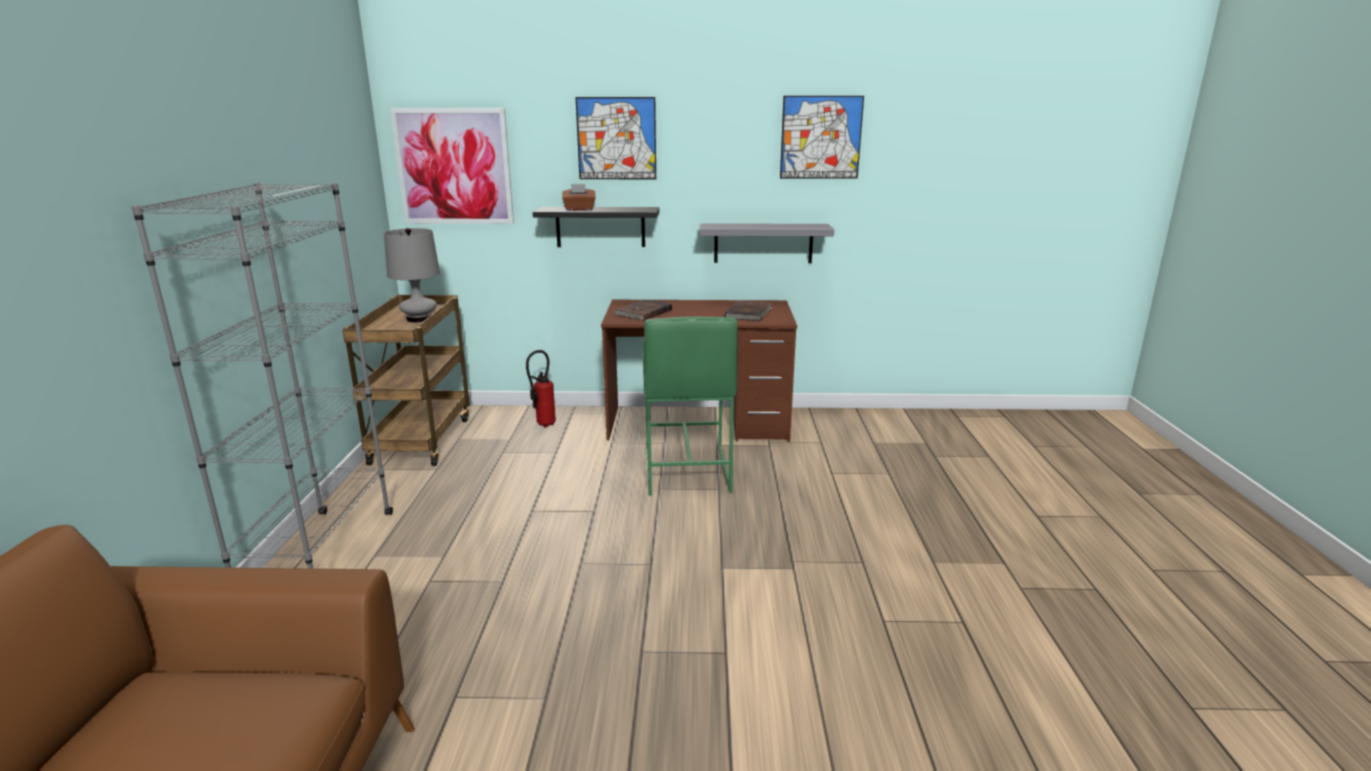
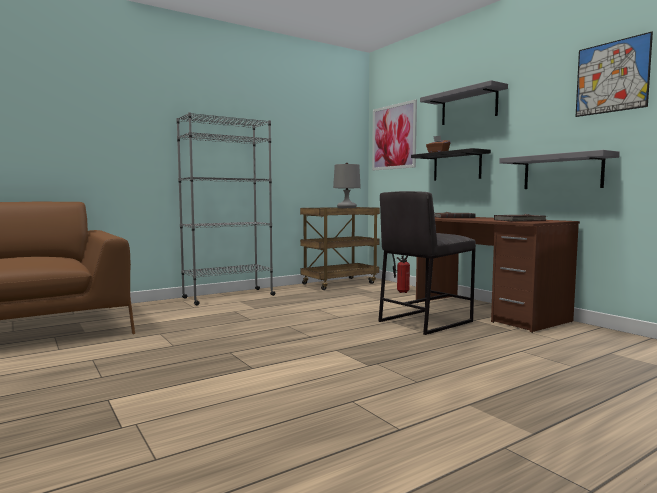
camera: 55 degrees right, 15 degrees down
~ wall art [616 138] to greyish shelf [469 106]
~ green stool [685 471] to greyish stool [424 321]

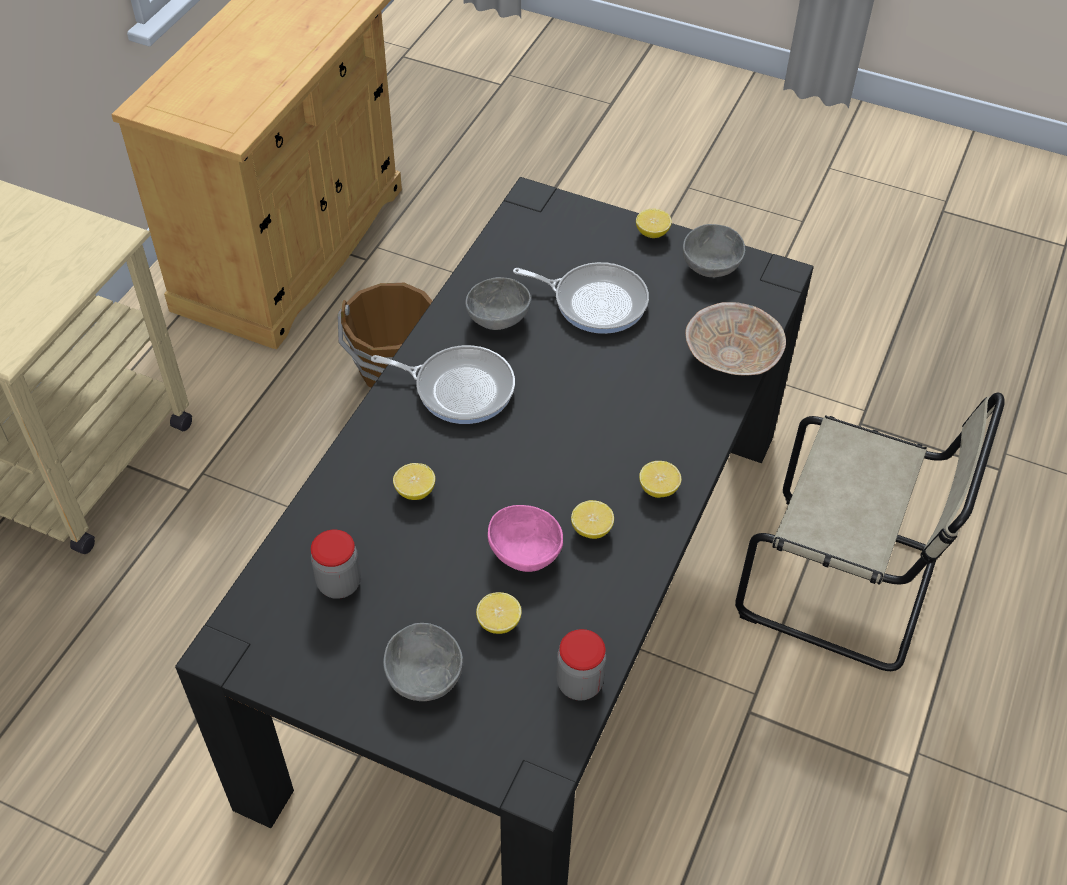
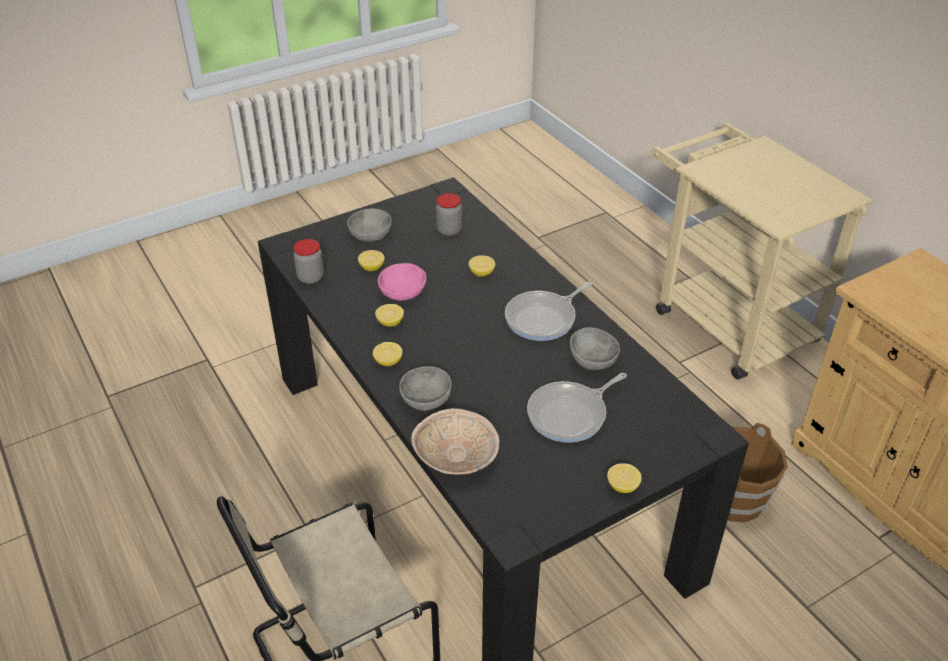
camera: 125 degrees right, 10 degrees down
~ greyish deep dish [712 266] to [425 400]

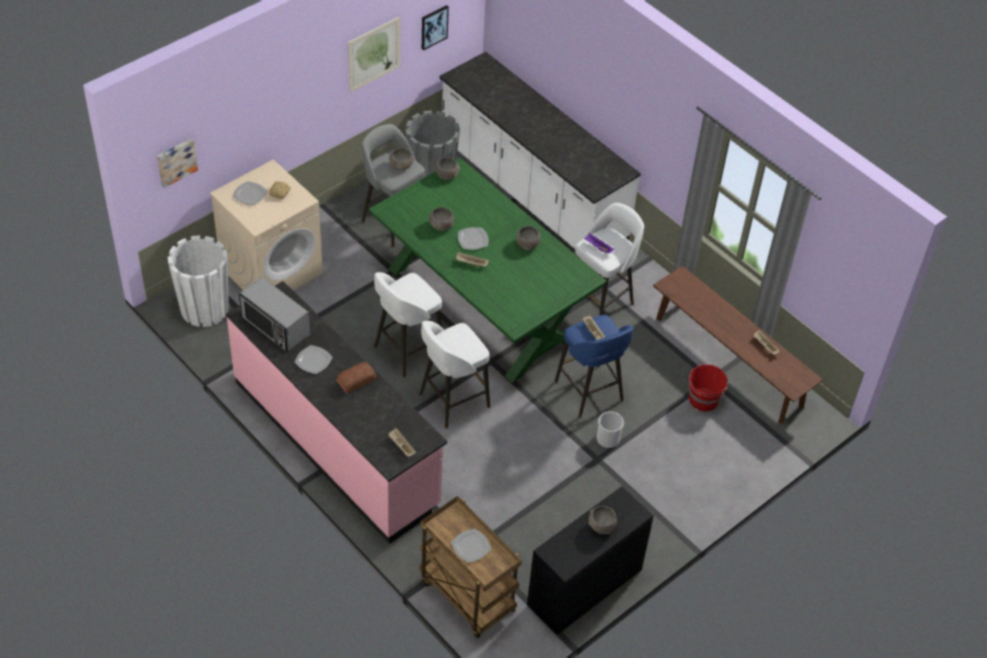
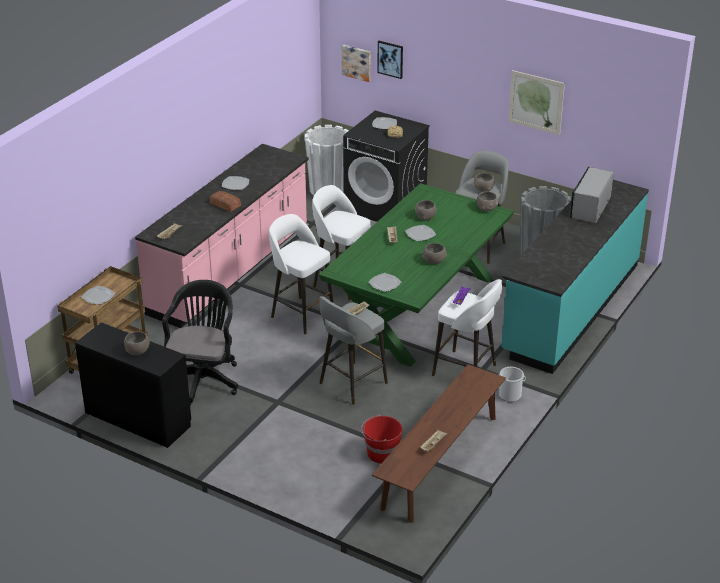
camera: 75 degrees right, 15 degrees down
+ black desk chair [203 378]
+ dinner plate [385 283]
~ microwave oven [275 326] to [590 207]
~ wall art [433 27] to [390 59]
~ pail [608 438] to [510 395]
~ beige-coloured laundry appliance [271 270] to black laundry appliance [385 206]
~ white-coloured kitchen counter [531 193] to turquoise-coloured kitchen counter [570 308]
~ blue-coloured stool [590 392] to greyish stool [351 384]

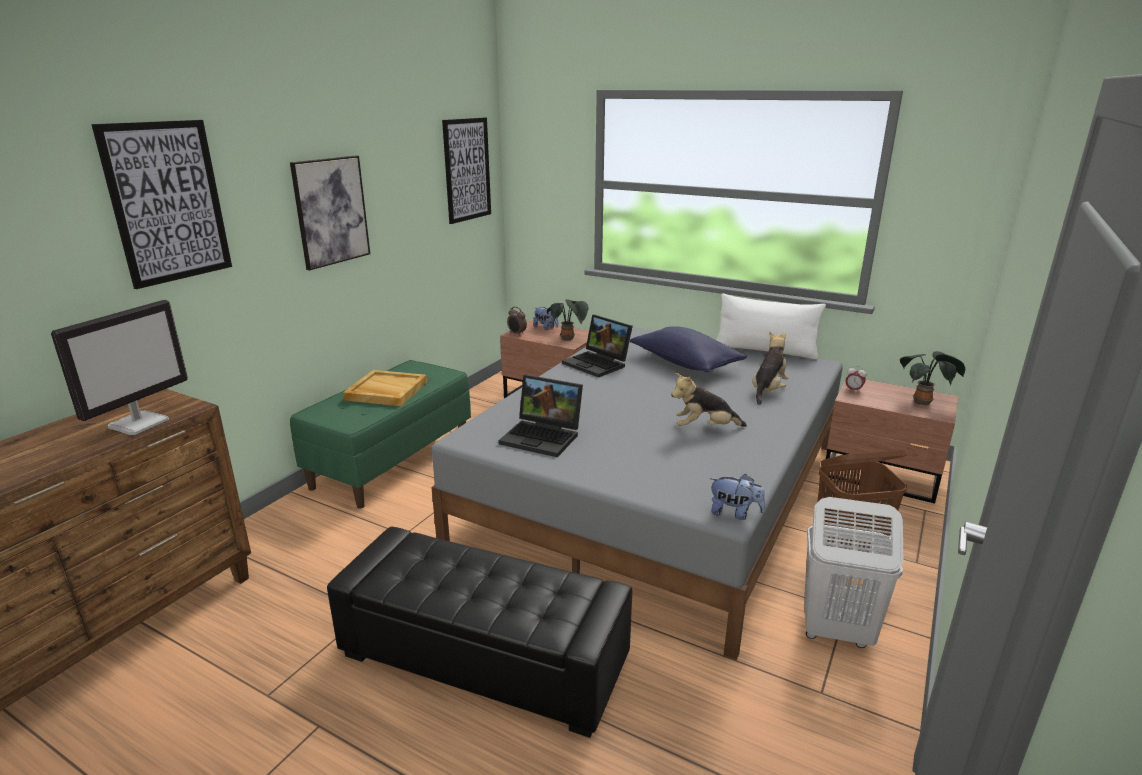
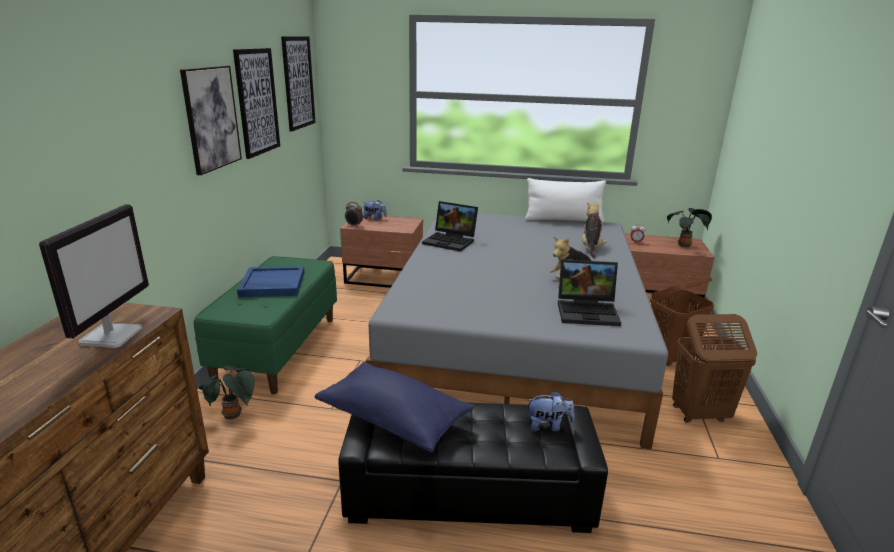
camera: 20 degrees left, 0 degrees up
~ wall art [167 202] to [257 102]
~ notebook computer [544 437] to [588 311]
~ potted plant [568 339] to [233 416]
~ blue-coloured cushion [685 363] to [394 419]
~ soft toy [734 513] to [548 426]
~ beige-coloured serving tray [386 391] to blue-coloured serving tray [272 284]
~ white-coloured washing basket [835 631] to brownish washing basket [699 414]

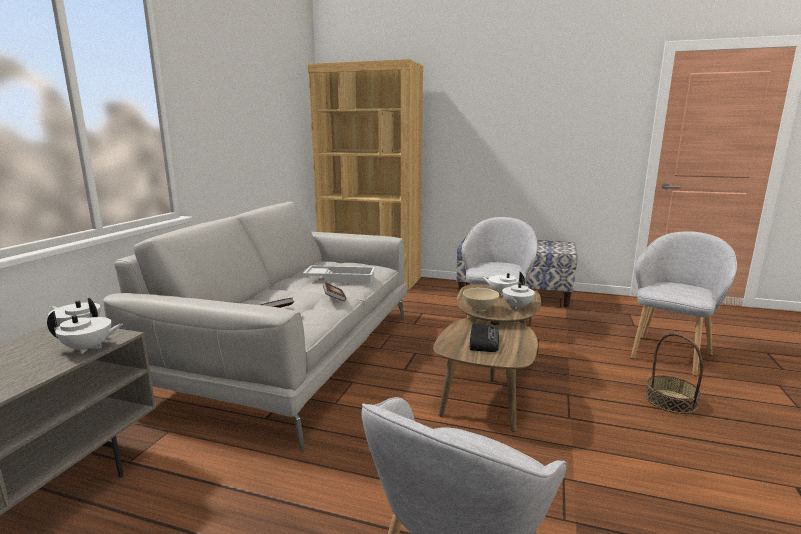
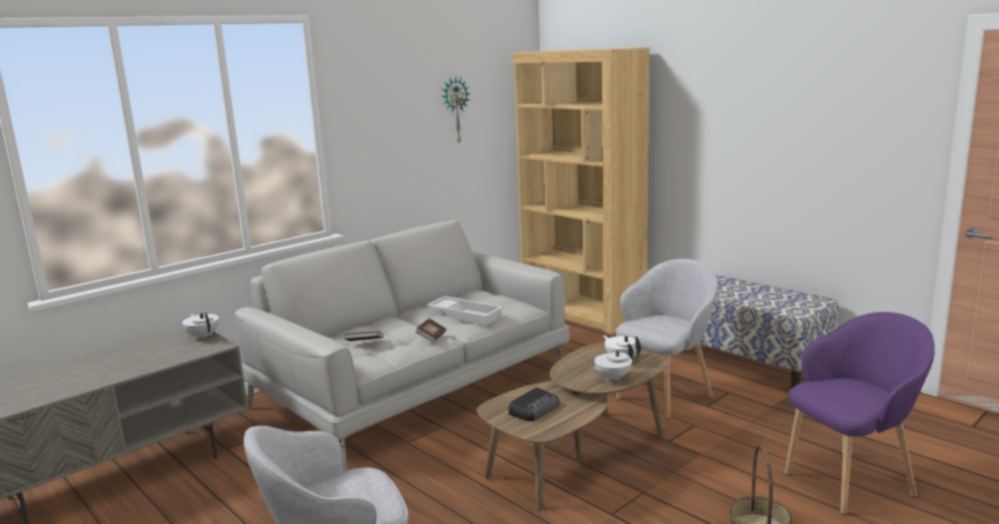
camera: 30 degrees right, 0 degrees up
- white-coloured pot for tea [89 348]
- beige-coloured deep dish [480 309]
+ clock on the wall [455 110]
~ greyish easy chair [670 354] to purplish easy chair [850 481]

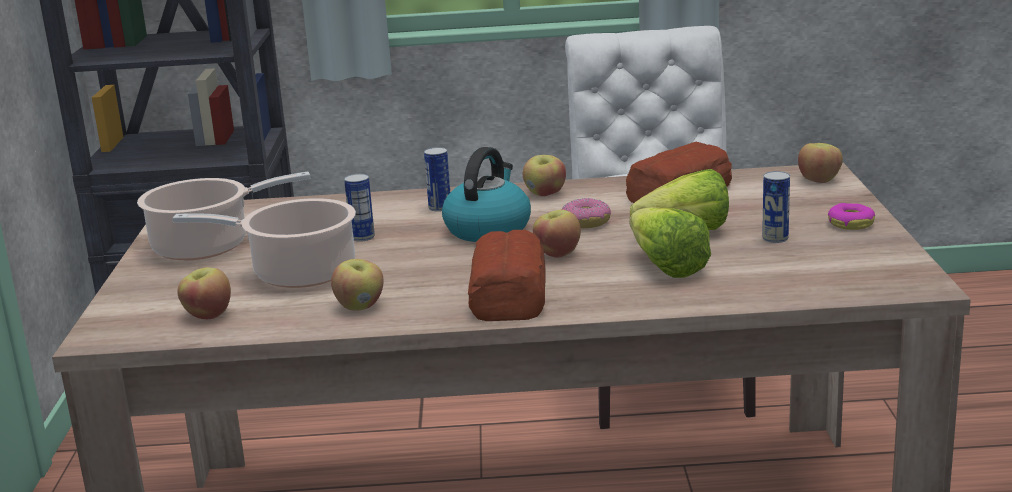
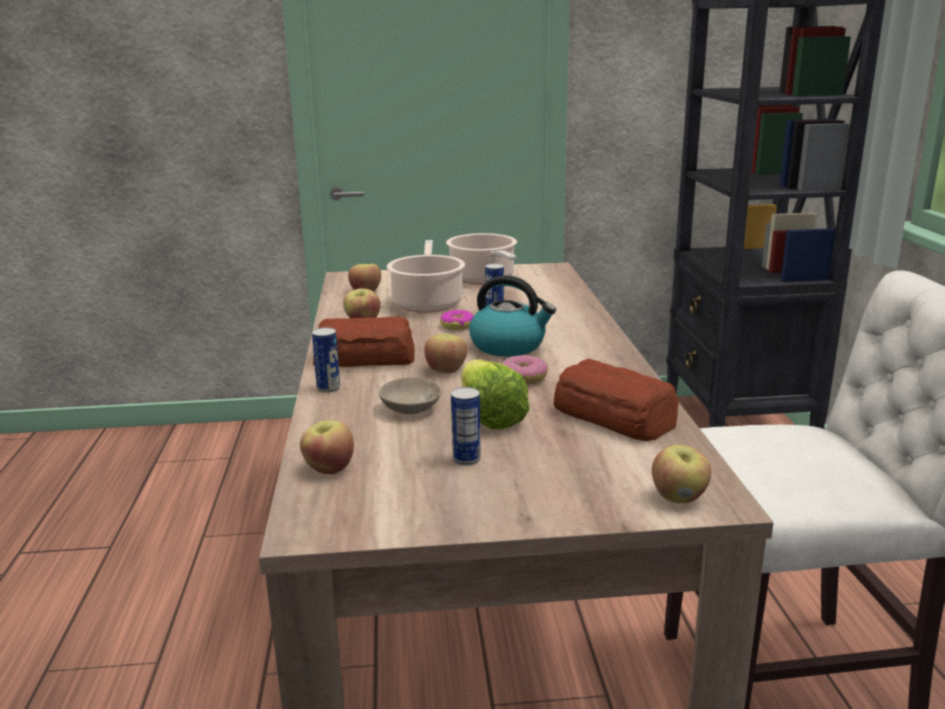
camera: 85 degrees right, 0 degrees up
~ sealed can [440 208] to [328 388]
~ apple [545 194] to [329 468]
~ doughnut [851 223] to [457 325]
~ lettuce head [663 264] to beige-coloured deep dish [409 408]

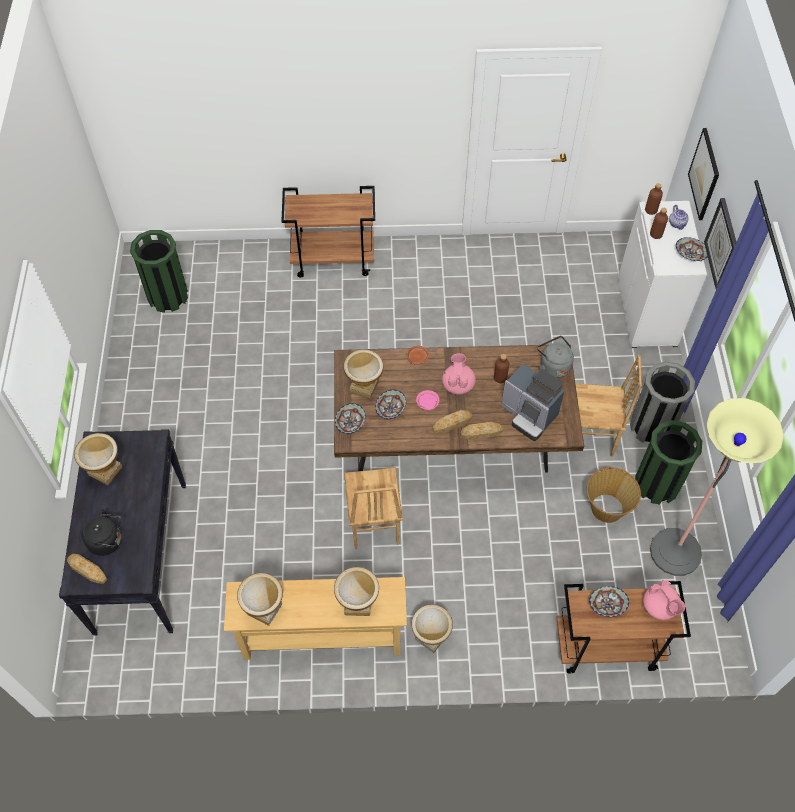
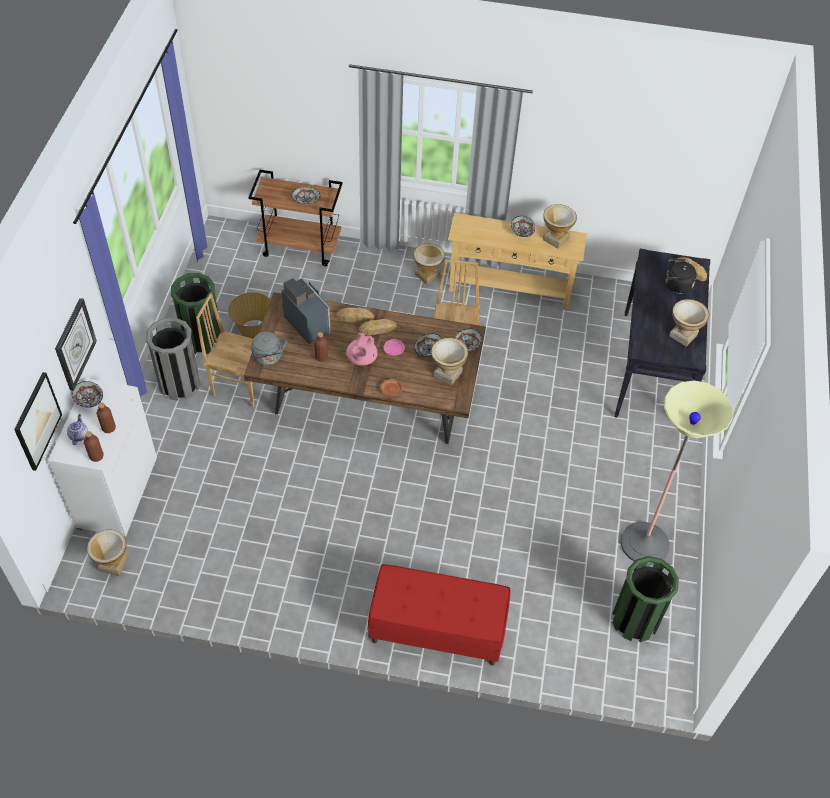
camera: 170 degrees left, 5 degrees down
- pink pot for tea [660 607]
+ deep dish [521 232]
~ flower vase [358 603] to [113 563]
~ standard lamp [675 552] to [644 544]
~ brownish wheeled cart [333 259] to reddish long seat [437 630]

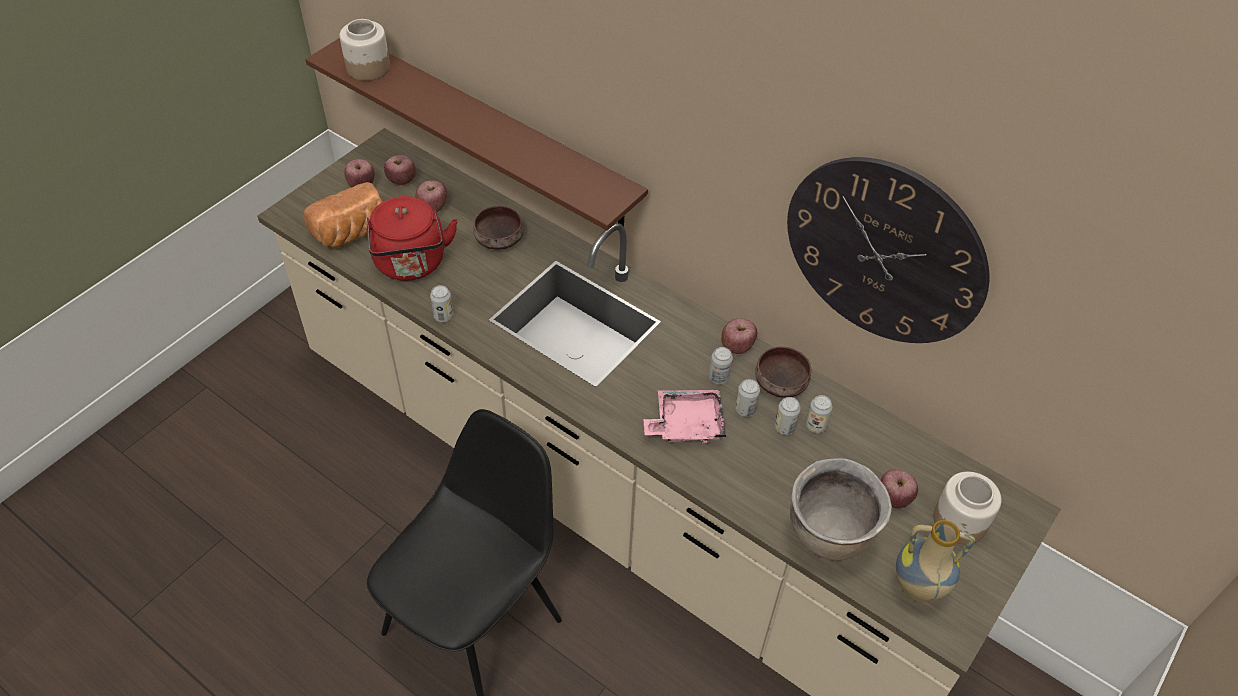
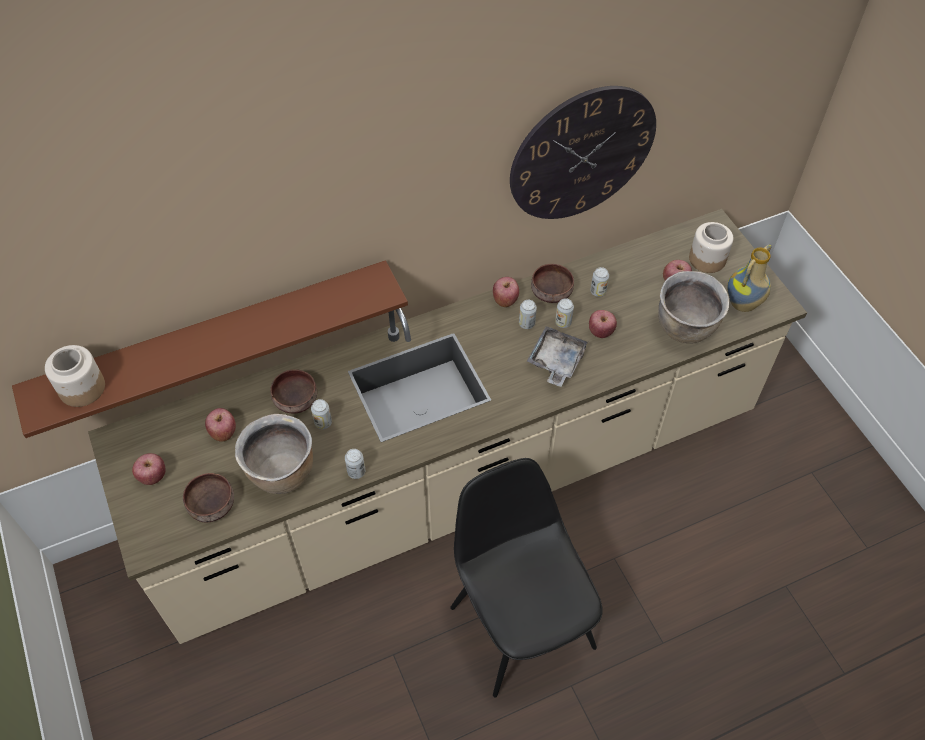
camera: 60 degrees left, 5 degrees up
~ apple [402 180] to [600 332]
~ sealed can [784 427] to [323 422]
~ bread [352 233] to brownish deep dish [210 505]
~ reddish tea kettle [411 264] to brownish saucepot [281 473]
~ pink serving tray [686 424] to greyish serving tray [556 361]

